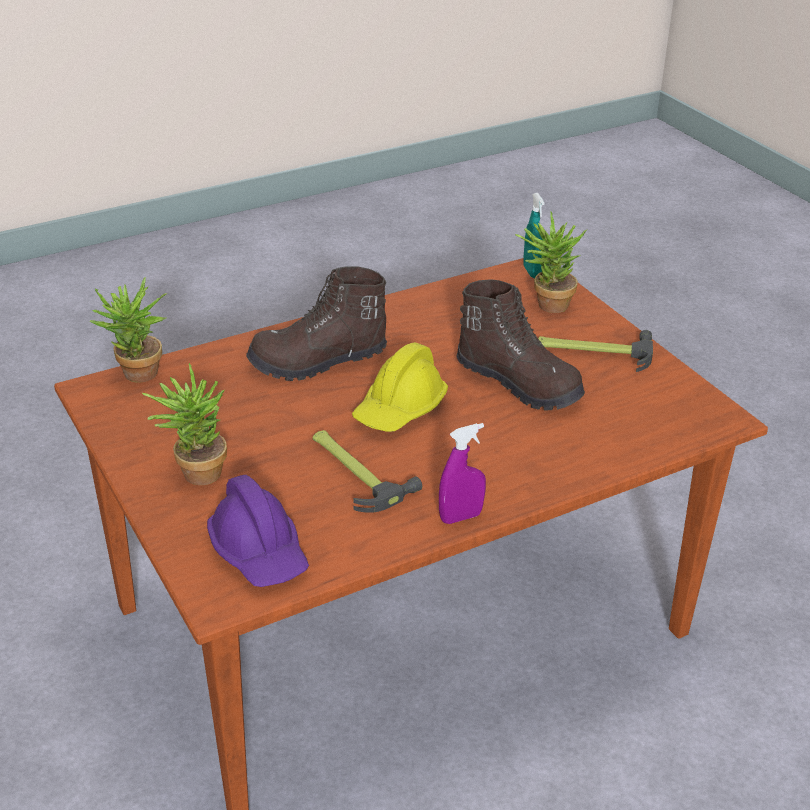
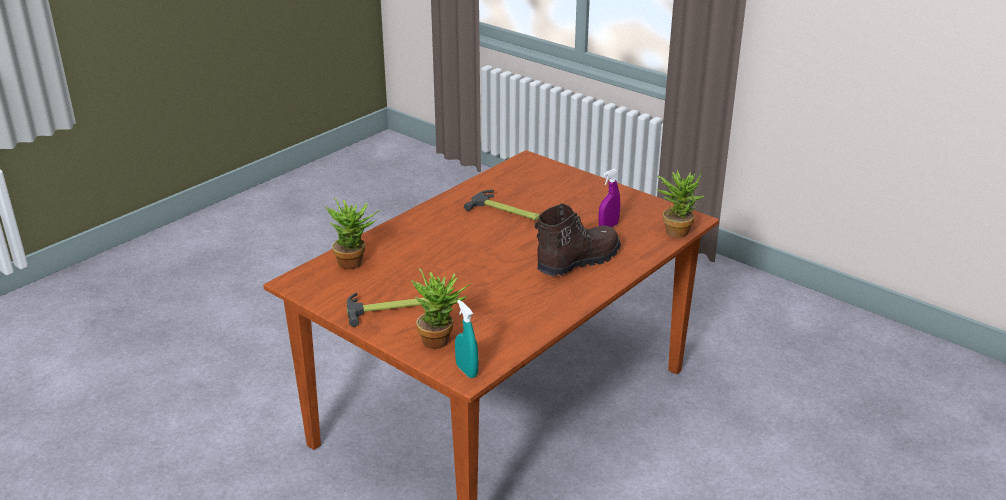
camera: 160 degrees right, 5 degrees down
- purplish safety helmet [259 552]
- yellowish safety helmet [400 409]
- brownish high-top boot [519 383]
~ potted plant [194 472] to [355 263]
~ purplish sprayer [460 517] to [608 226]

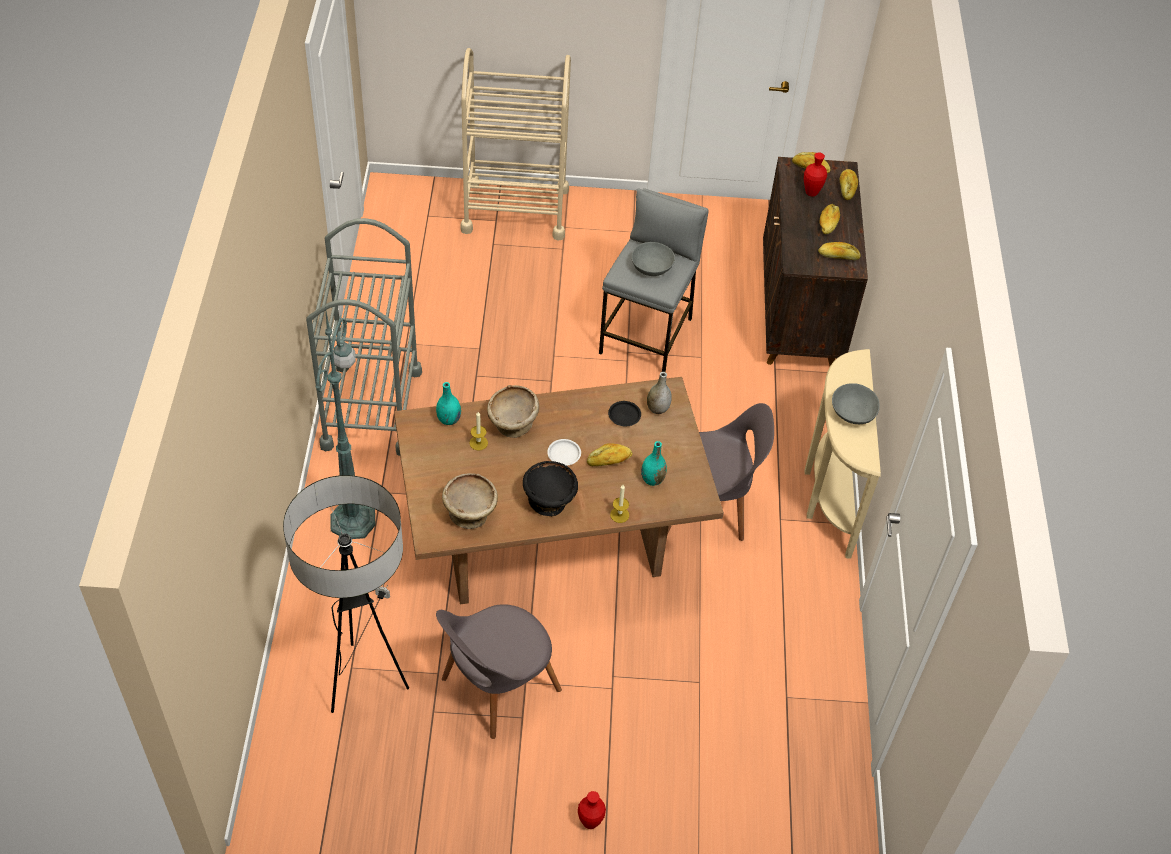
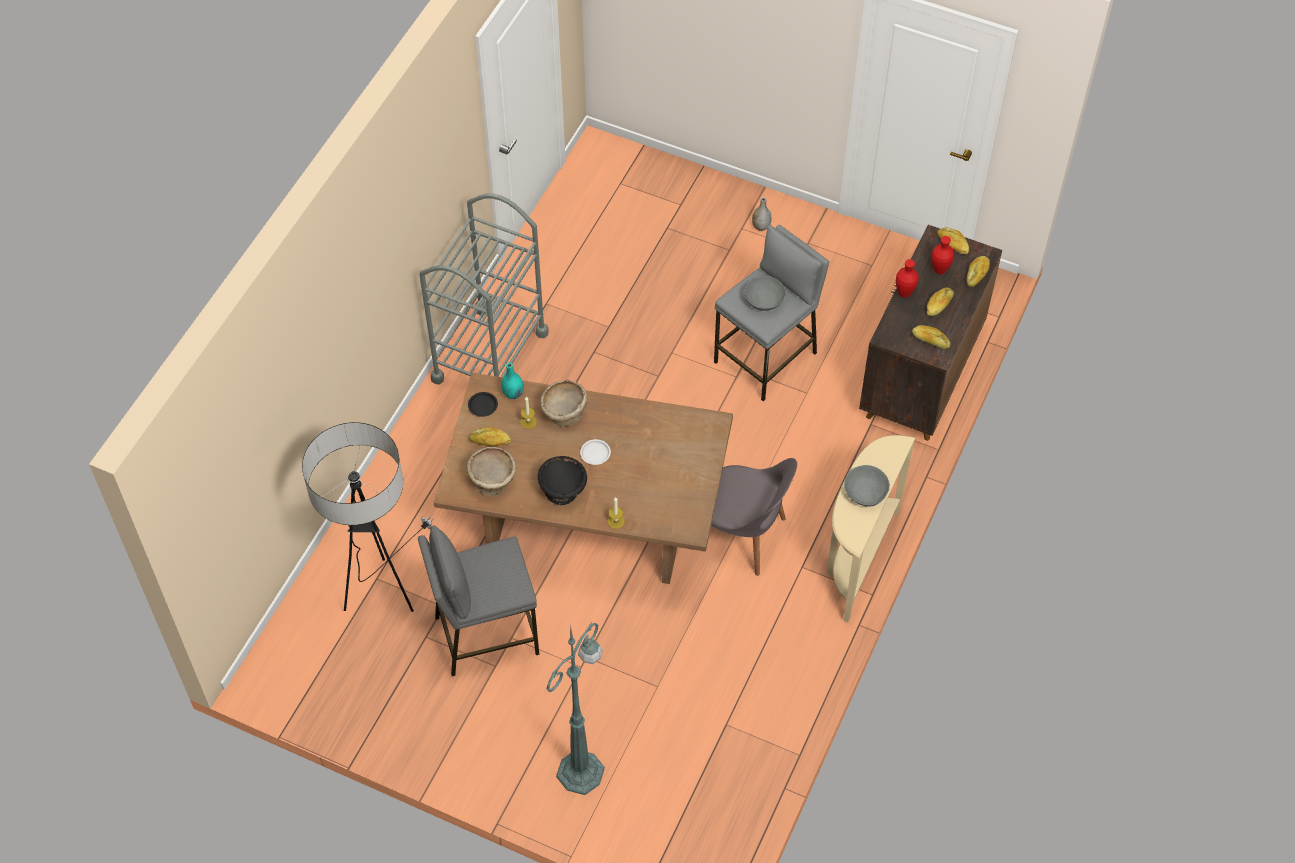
camera: 25 degrees right, 5 degrees up
- beige-coloured wheeled cart [515 210]
- turquoise-coloured flower vase [652 479]
~ green standard lamp [354 518] to [582 770]
~ reddish flower vase [590 822] to [904 293]
~ bread [609 460] to [490 441]
~ black dinner plate [624 415] to [482 405]
~ greyish flower vase [657 409] to [761 226]
~ greyish upright chair [496 687] to greyish stool [486 634]

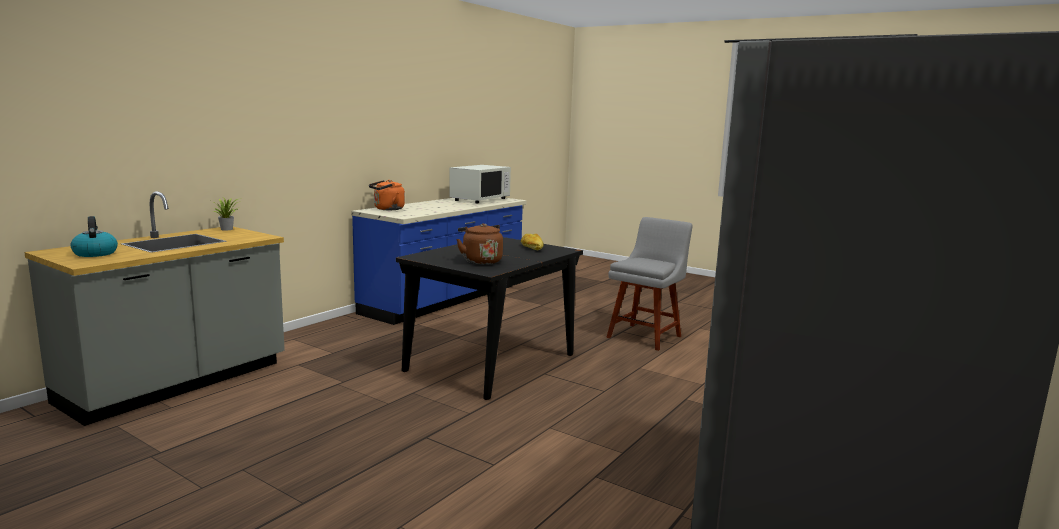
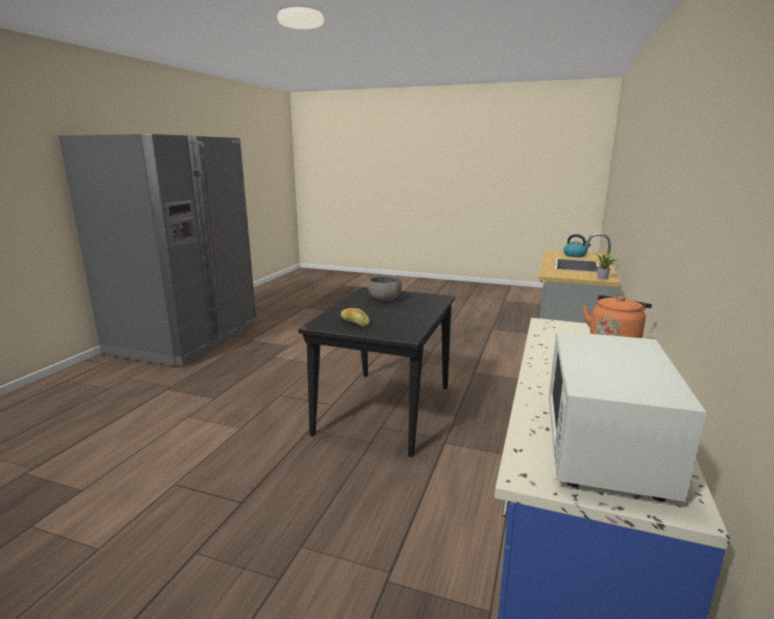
camera: 165 degrees right, 5 degrees up
- greyish upright chair [646 336]
~ brownish tea kettle [480 261] to greyish deep dish [384 299]

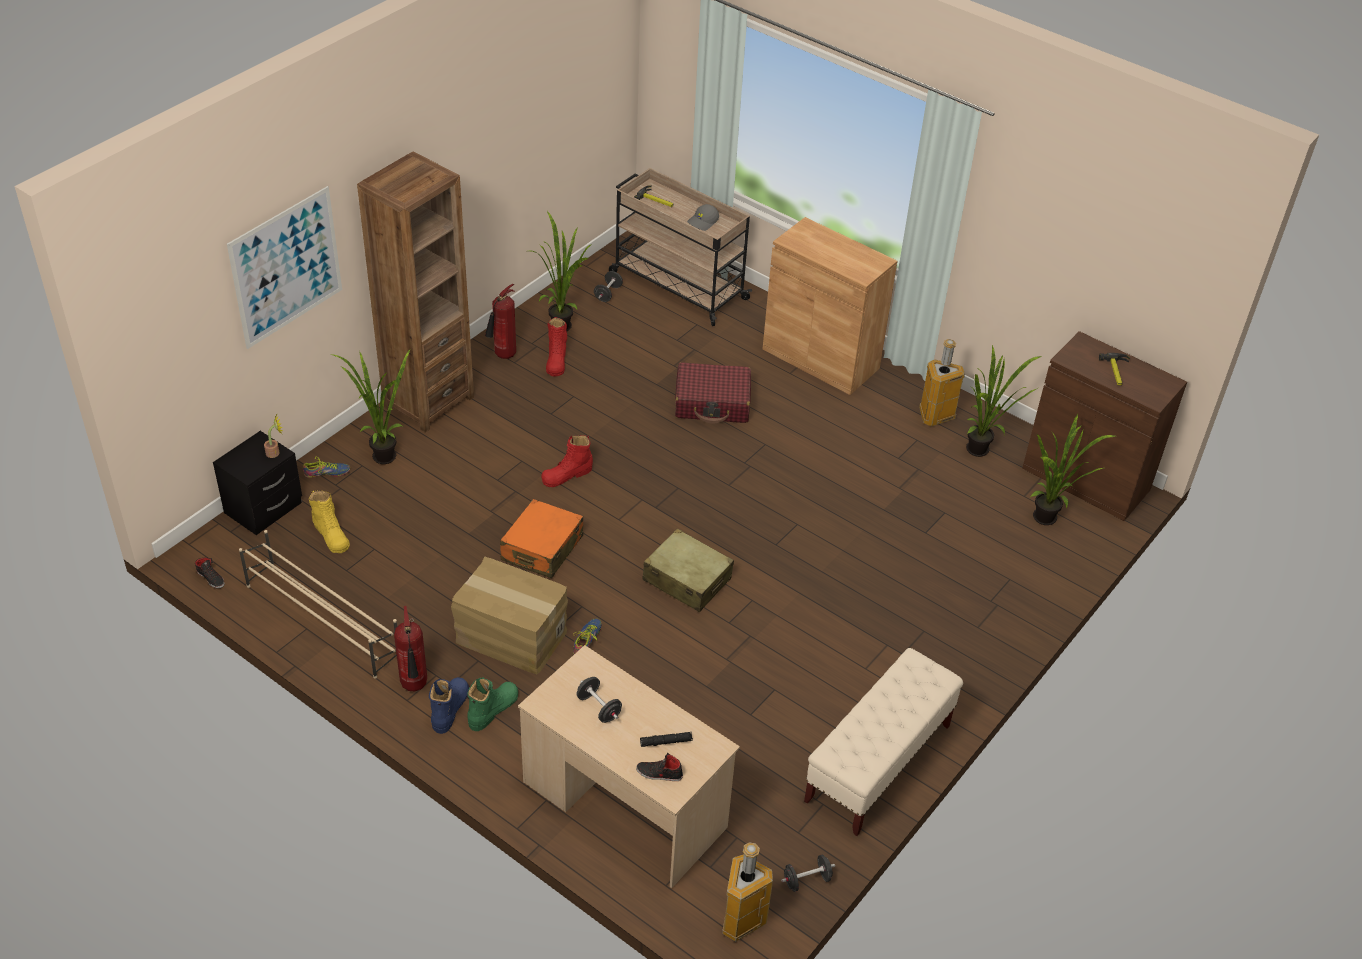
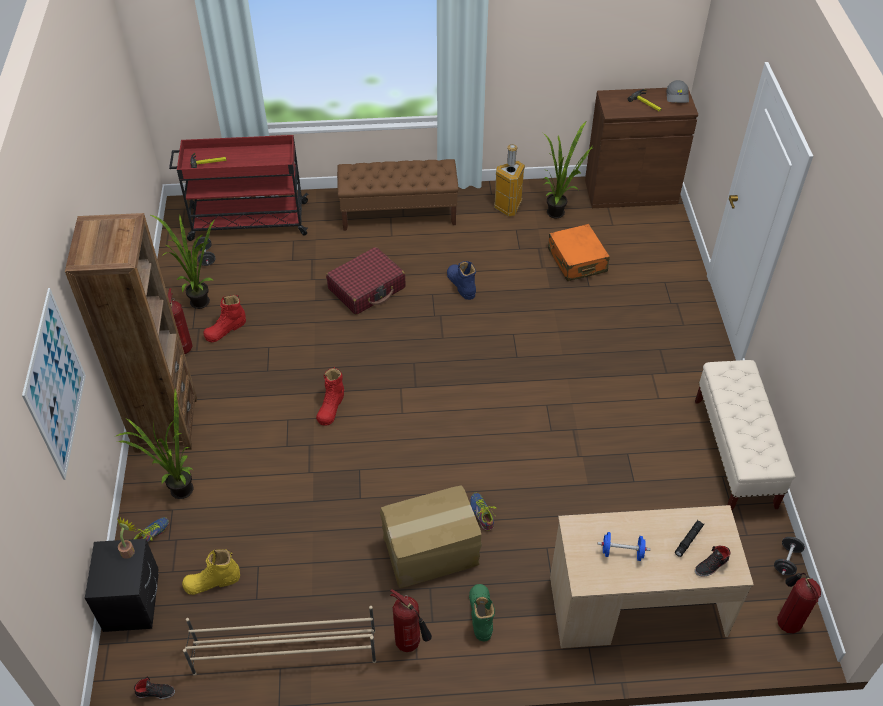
camera: 40 degrees left, 5 degrees up
- beige-coloured suitcase [687 579]
- potted plant [1049 521]
~ blue-coloured high-top boot [450 708] to [461 285]
~ orange-coloured suitcase [542 548] to [577 260]
~ greyish peaked cap [703 222] to [677 96]
~ waste bin [741 921] to fire extinguisher [786 621]
~ brownish cabinet [820 359] to brownish long seat [399 214]
~ black hand weight [599 708] to blue-coloured hand weight [622 552]
~ beige-coloured wheeled cart [677 285] to reddish wheeled cart [247 221]
~ yellowish high-top boot [331 535] = [212 581] 150 degrees clockwise
~ reddish high-top boot [556 360] = [225 329] 90 degrees clockwise

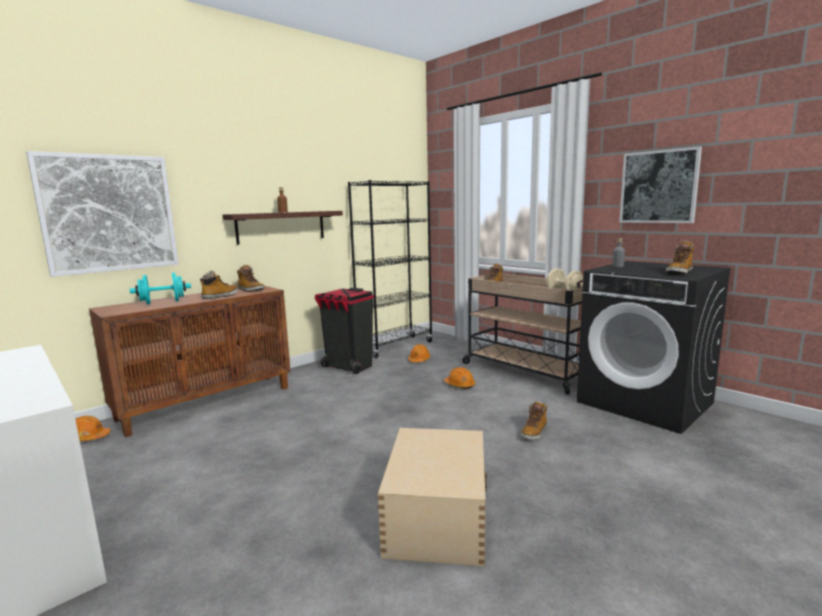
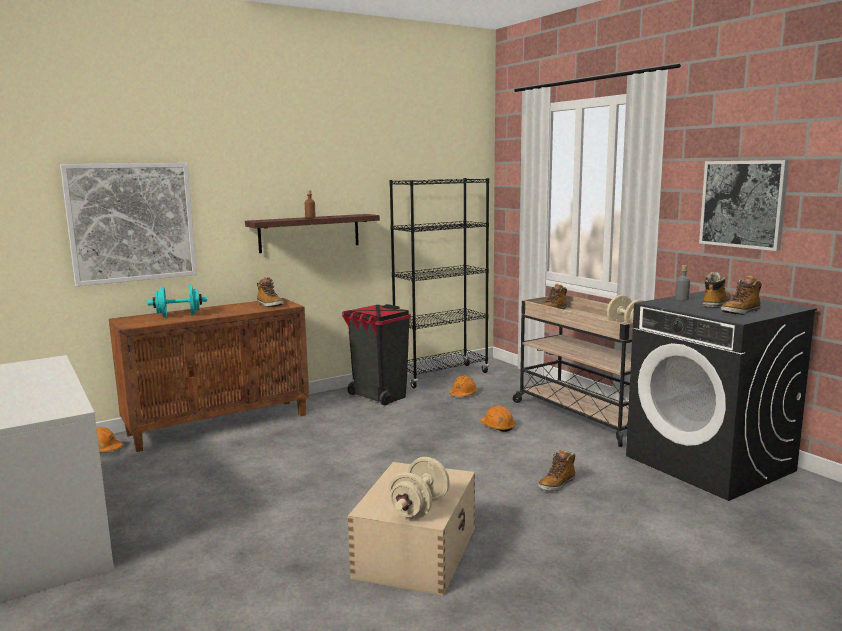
camera: 10 degrees right, 0 degrees up
+ beige-coloured hand weight [419 508]
~ high-top boot [220 296] to [716 305]

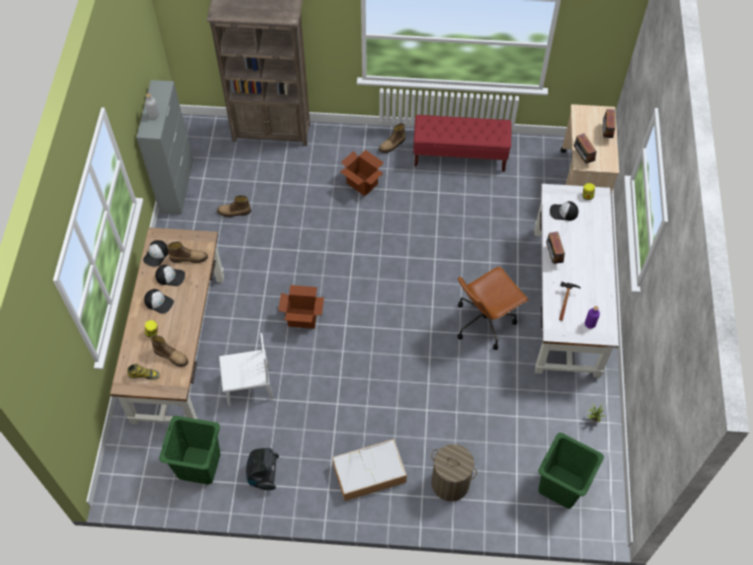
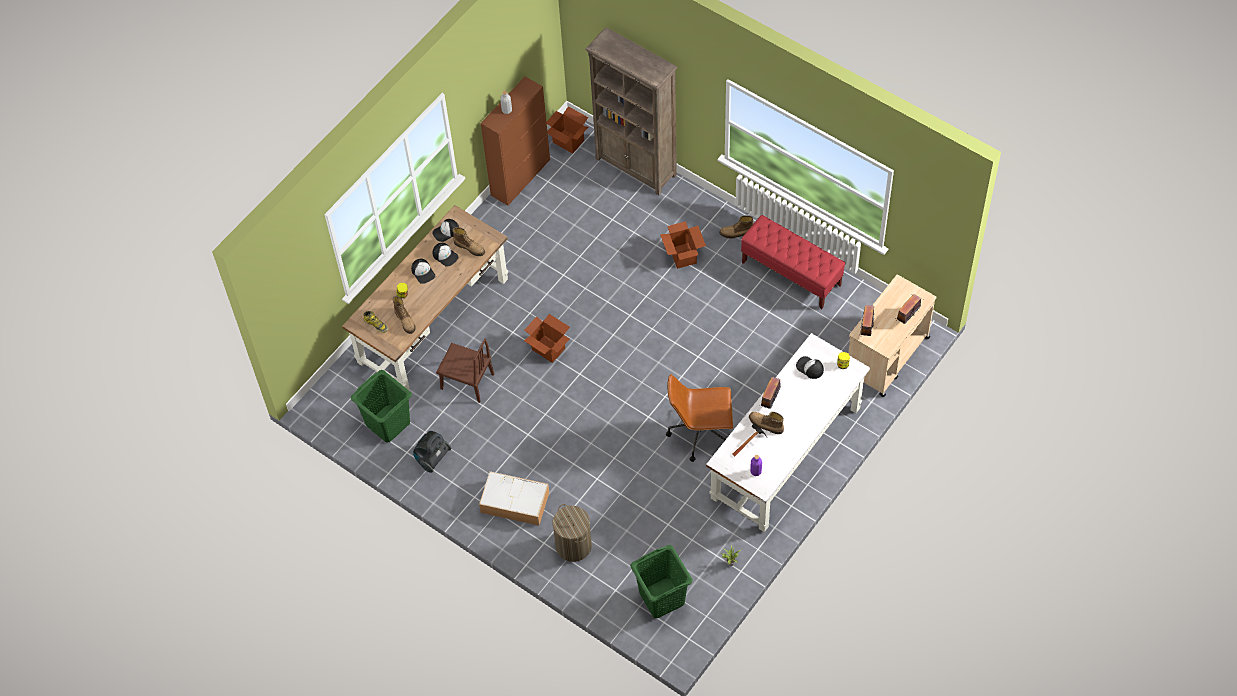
camera: 35 degrees right, 0 degrees up
+ carton [568 141]
~ high-top boot [234 212] to [765 425]
~ greyish cabinet [177 185] to brownish cabinet [521 177]
~ white-coloured upright chair [248 385] to brownish upright chair [467 381]

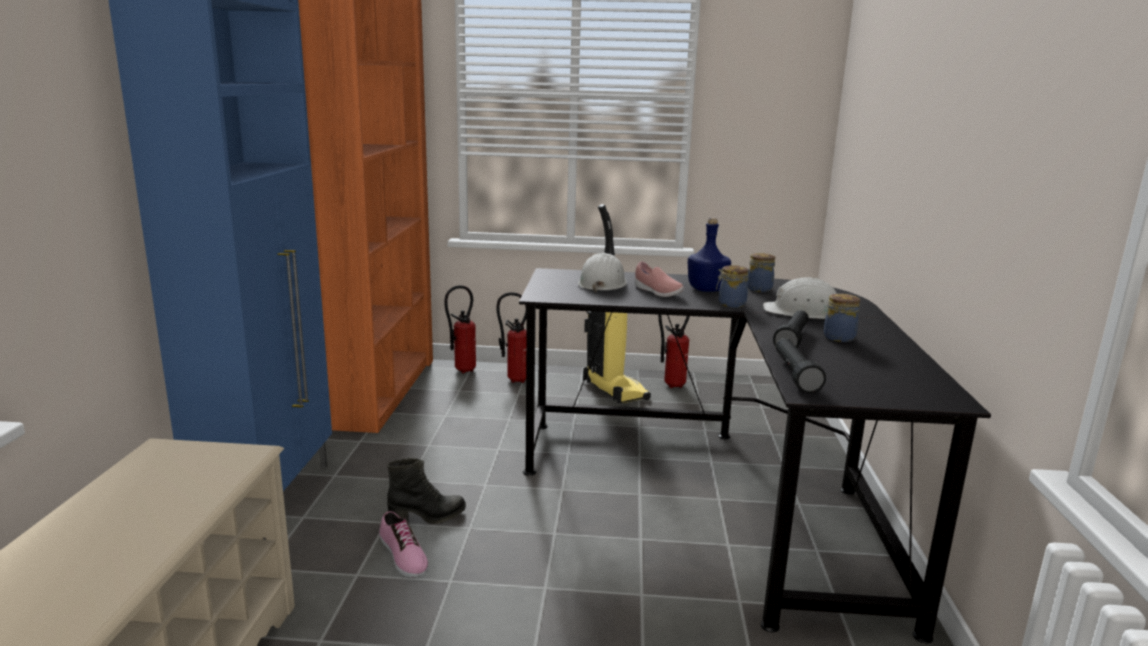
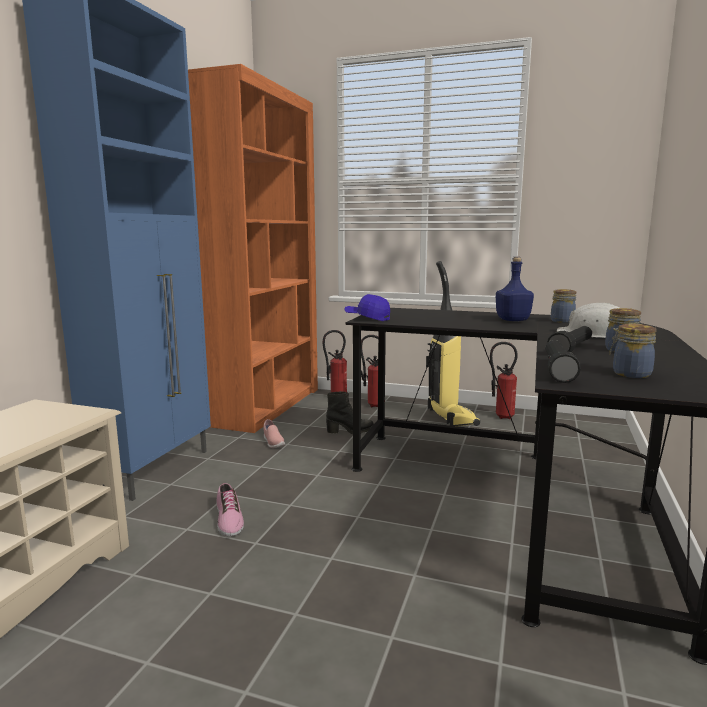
camera: 15 degrees right, 5 degrees down
- white-coloured safety helmet [602 283]
+ blue-coloured peaked cap [367 318]
~ black high-top boot [428 517] to [350 431]
~ pink item of footwear [657 292] to [273 443]
~ preserve jar [730 304] to [629 374]

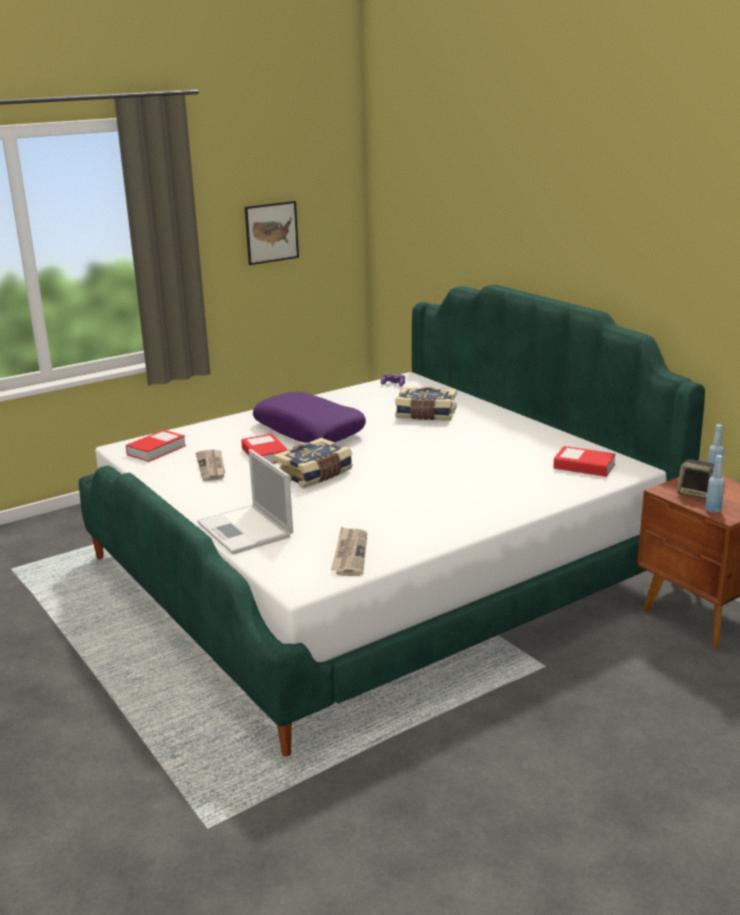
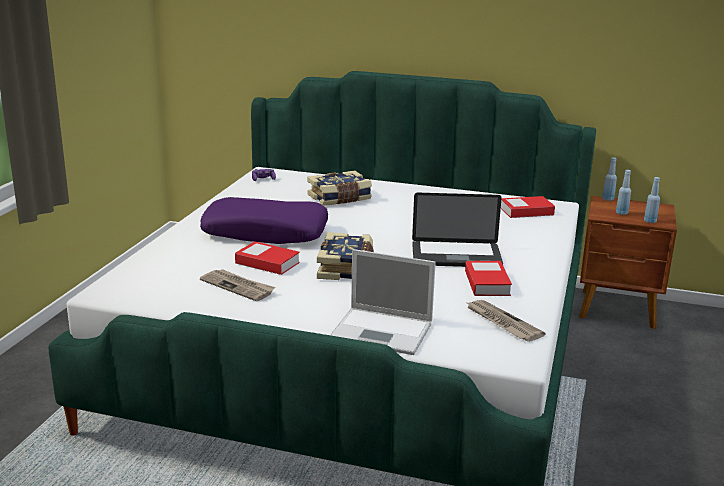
camera: 40 degrees left, 0 degrees up
- wall art [271 232]
+ notebook computer [456 256]
~ book [156 450] to [487 283]
~ audio speaker [697 494] to blue-coloured bottle [621 213]

